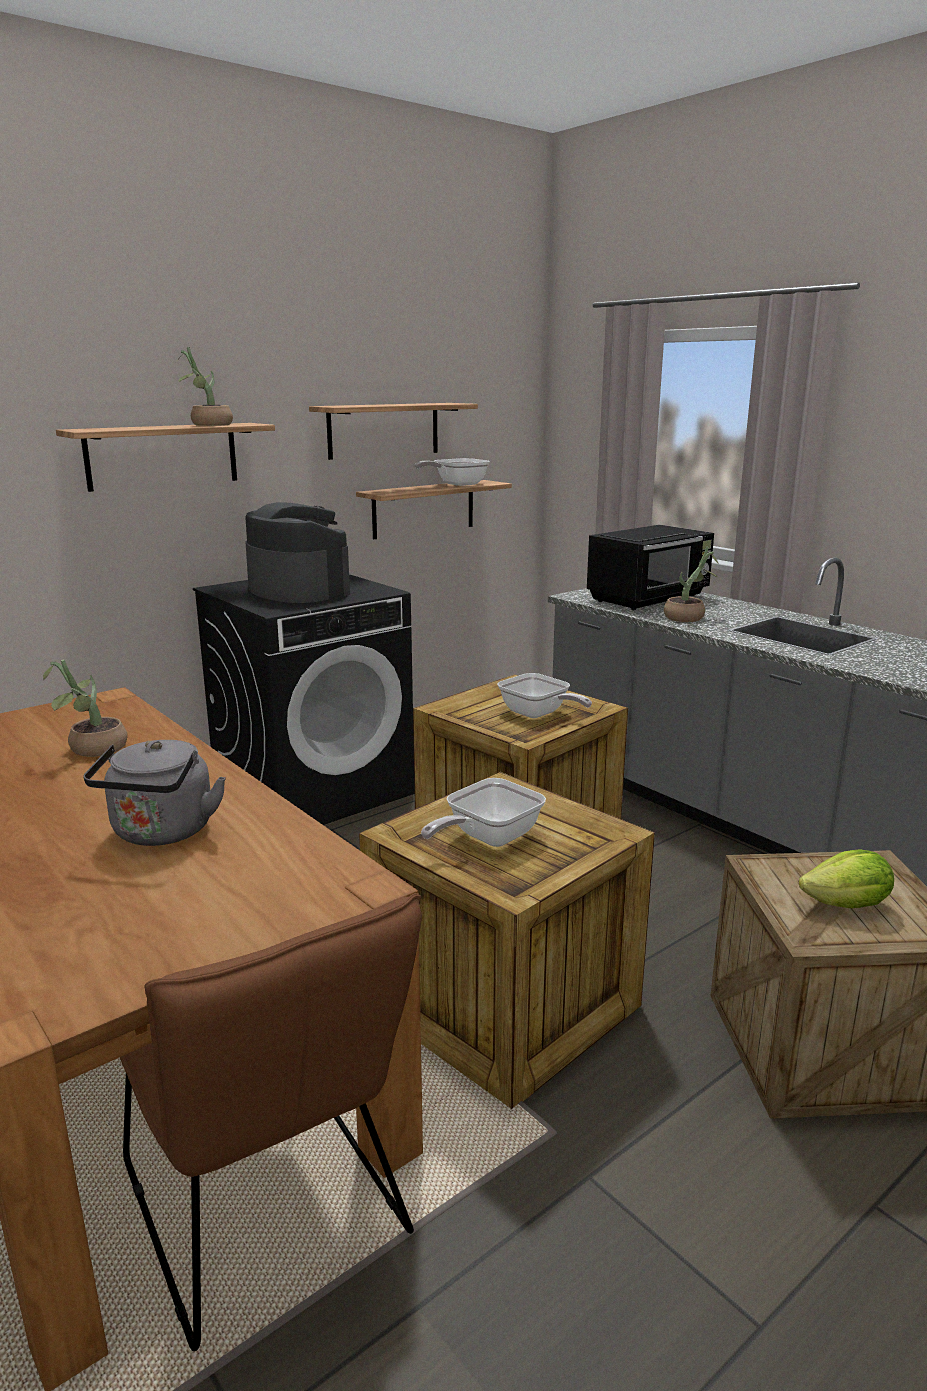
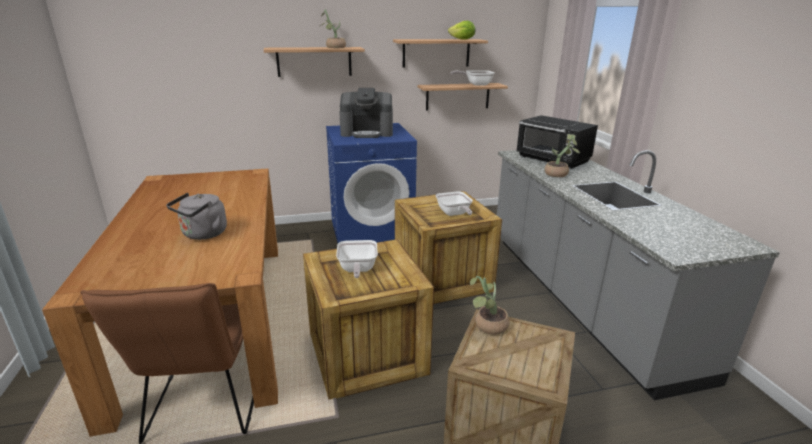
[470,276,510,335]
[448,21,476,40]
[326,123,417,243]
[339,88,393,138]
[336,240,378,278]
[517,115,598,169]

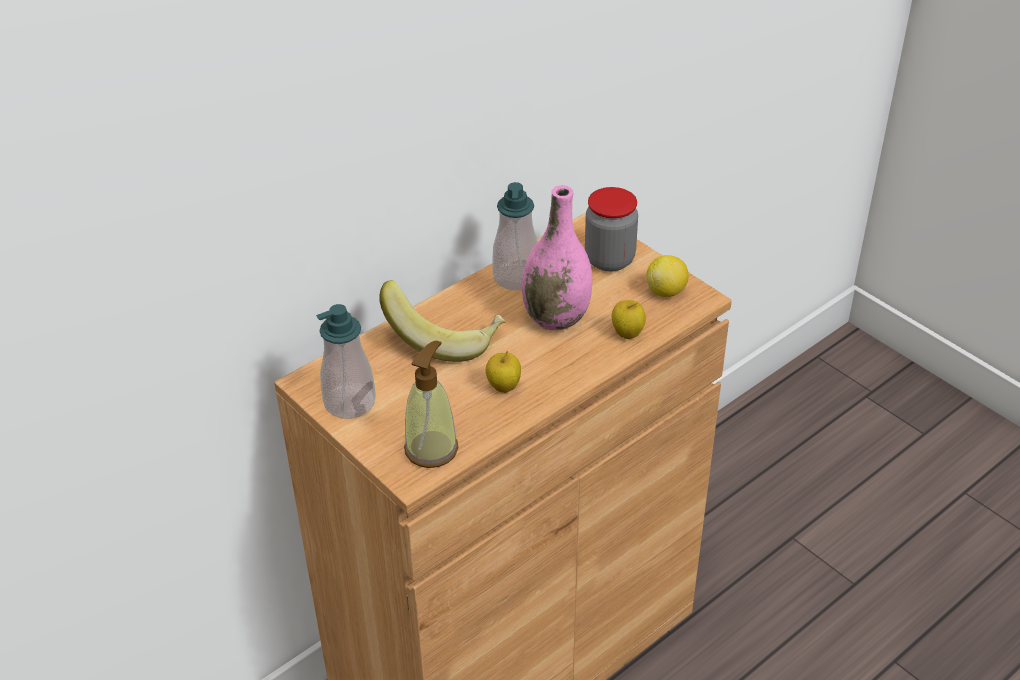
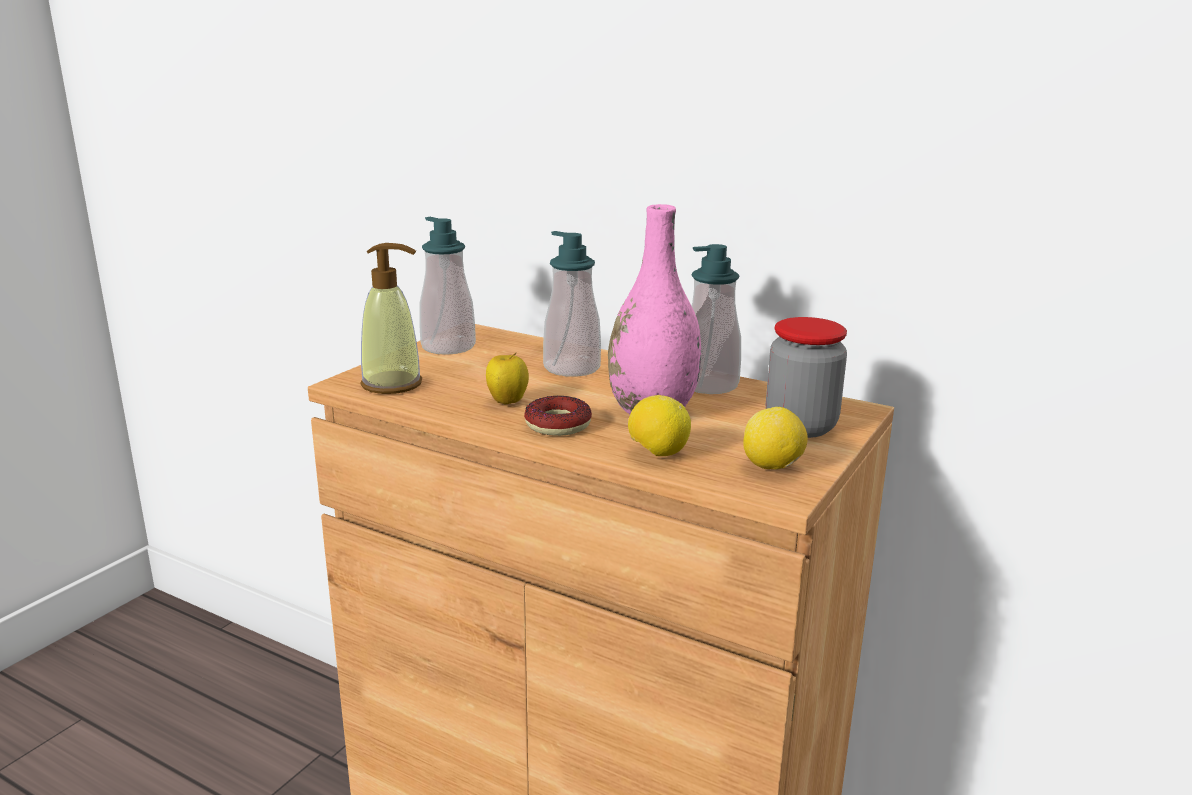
[524,396,592,436]
[543,231,601,377]
[628,395,691,456]

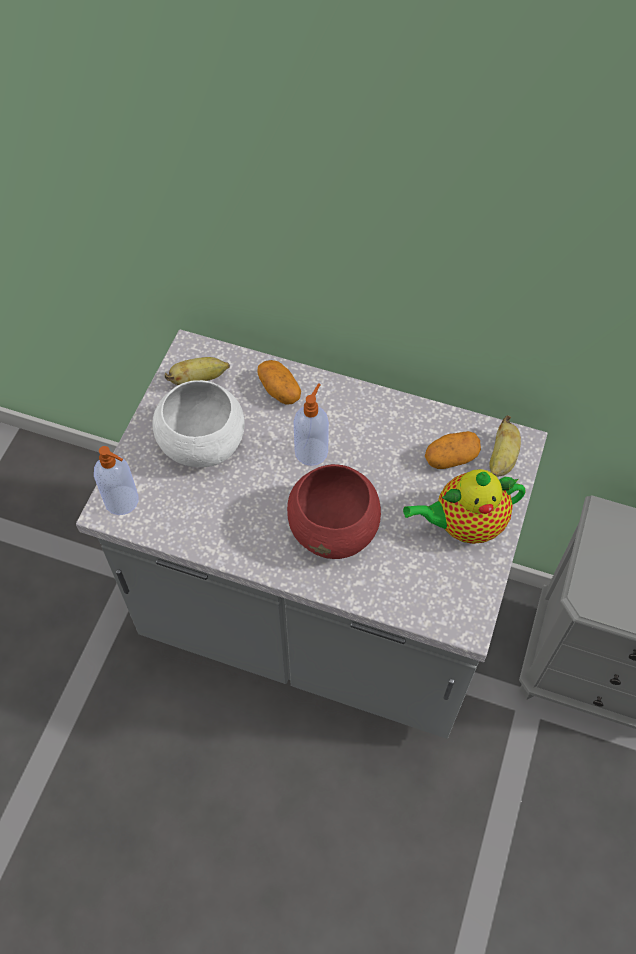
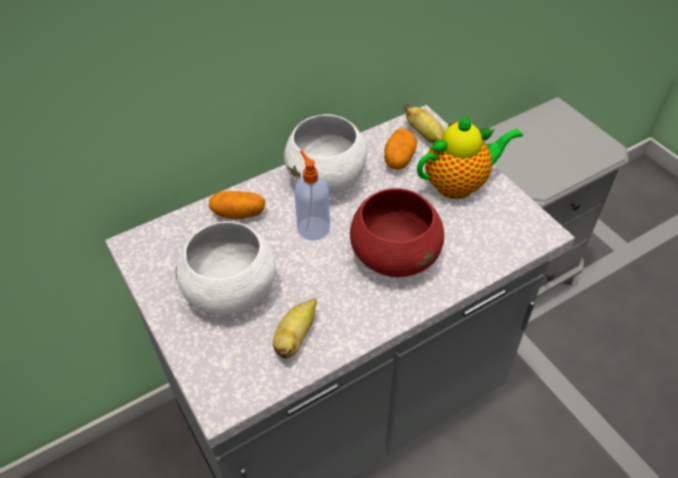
[94,446,139,515] (first image)
[284,114,367,194]
[273,298,317,359]
[417,115,523,199]

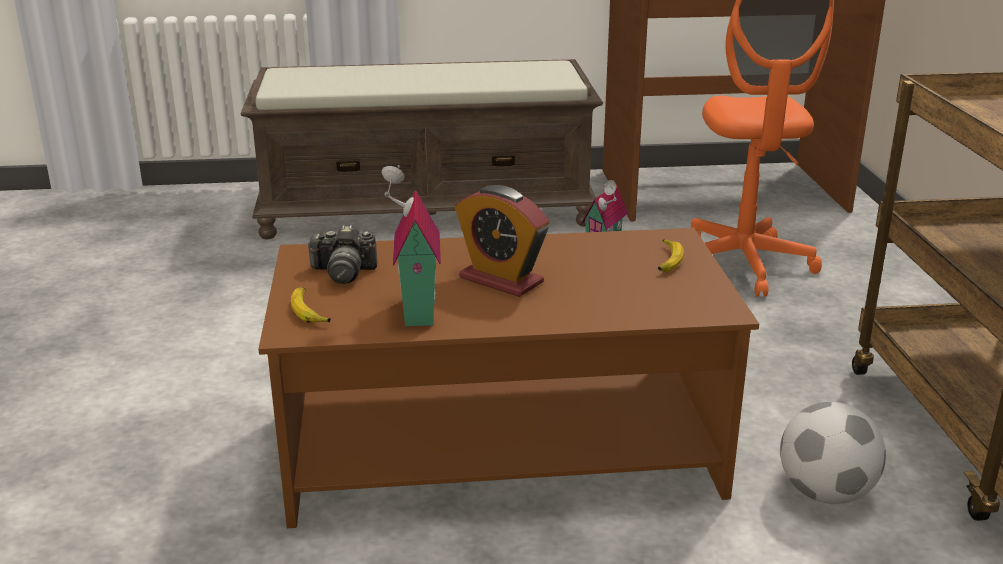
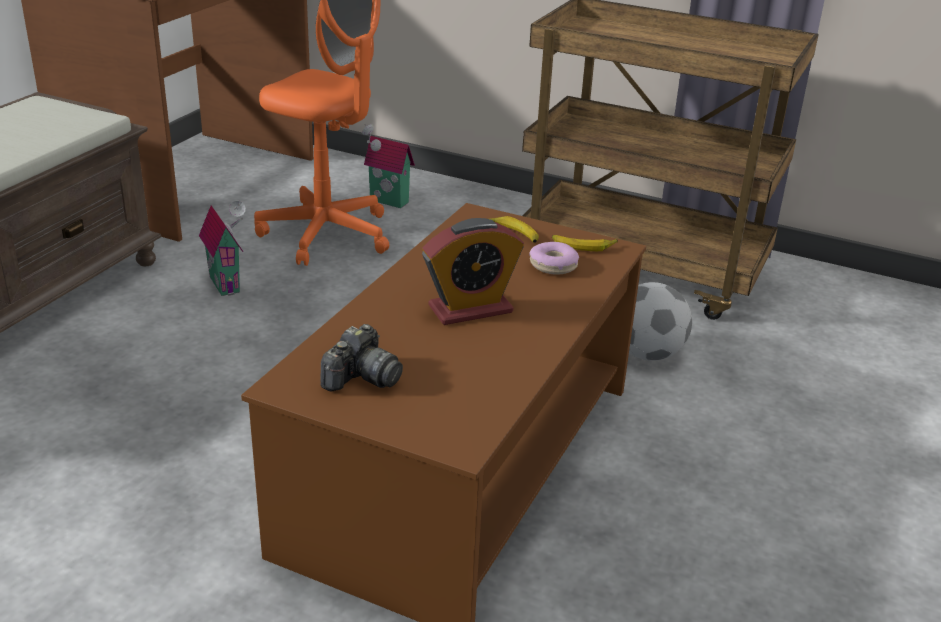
[529,242,579,275]
[552,235,618,251]
[362,124,415,208]

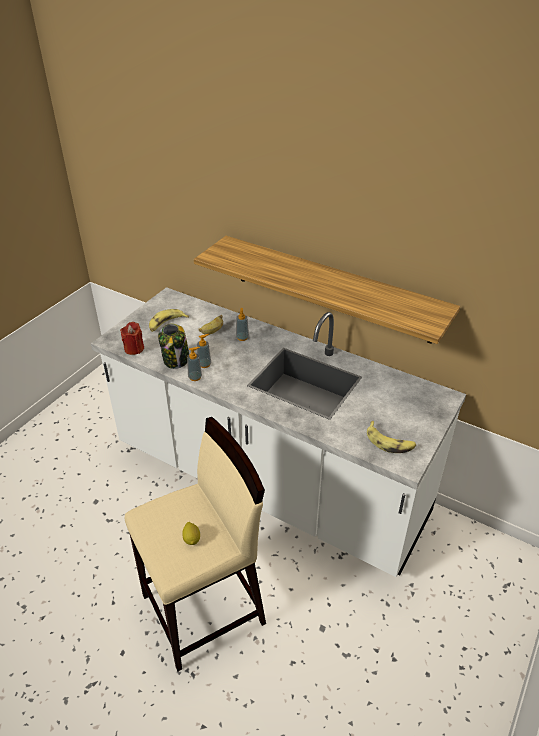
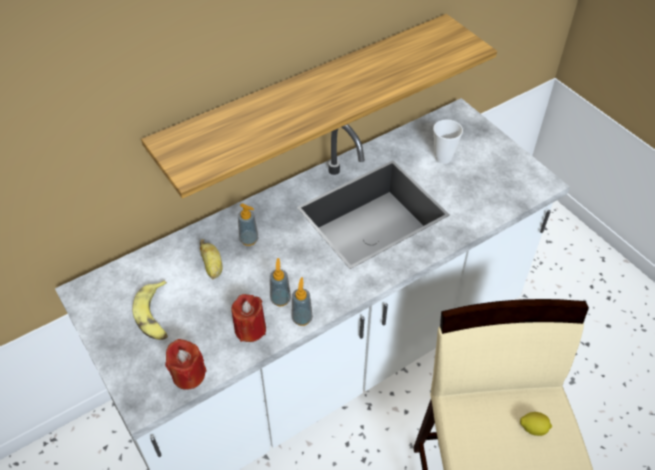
[367,421,416,453] (first image)
[433,120,463,164]
[231,294,266,342]

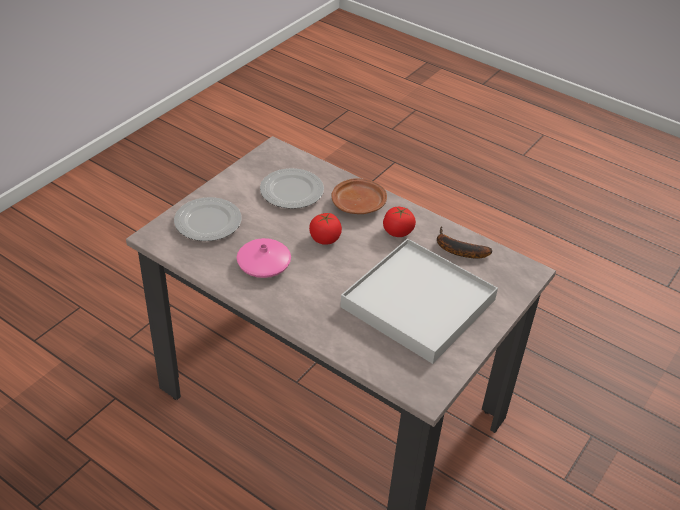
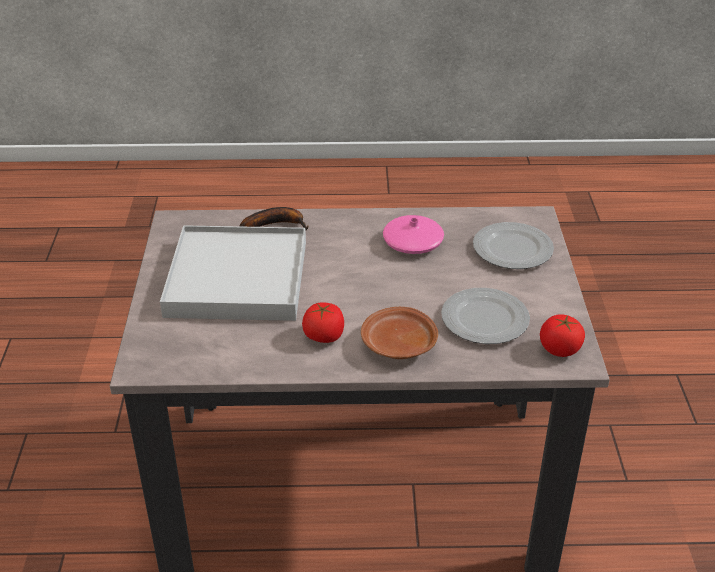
[540,314,585,357]
[240,207,309,230]

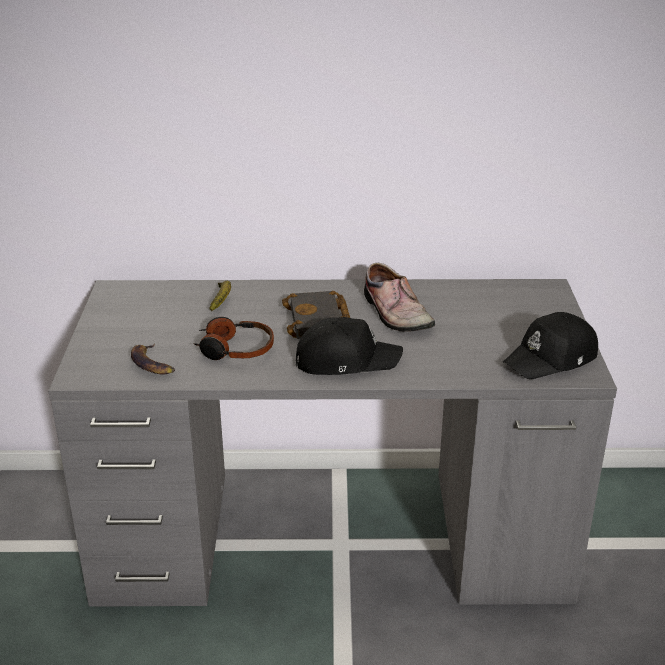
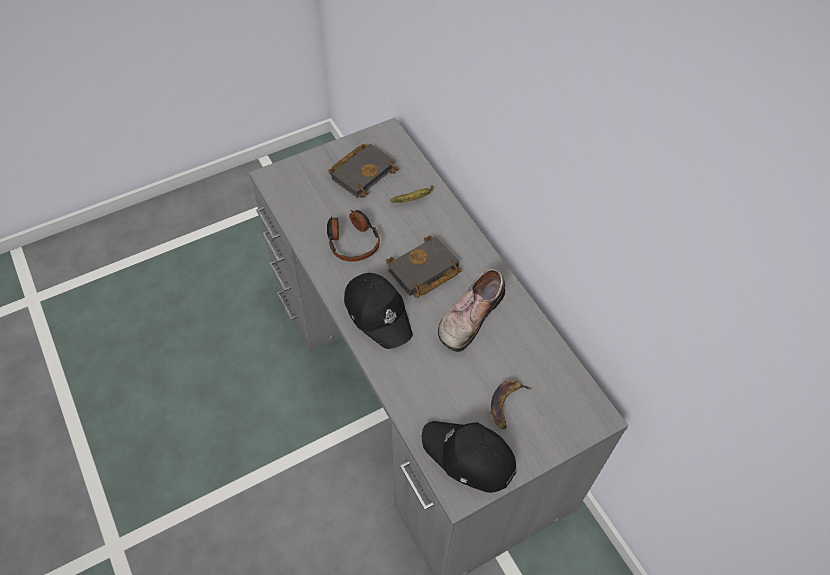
[328,144,398,198]
[491,379,532,429]

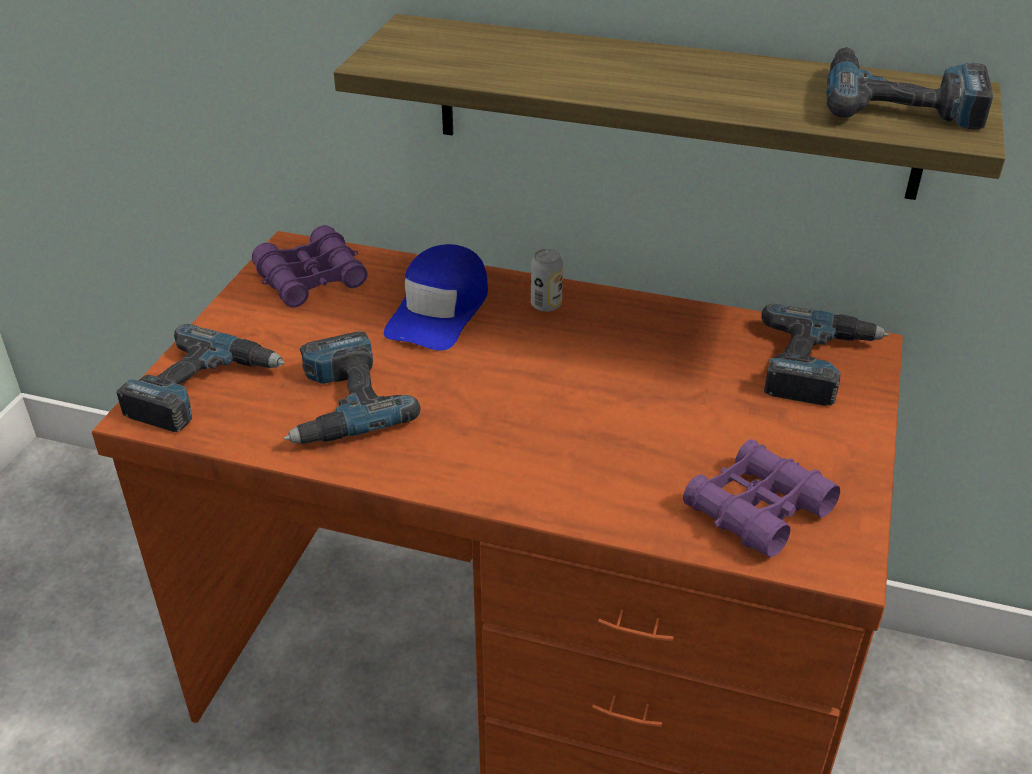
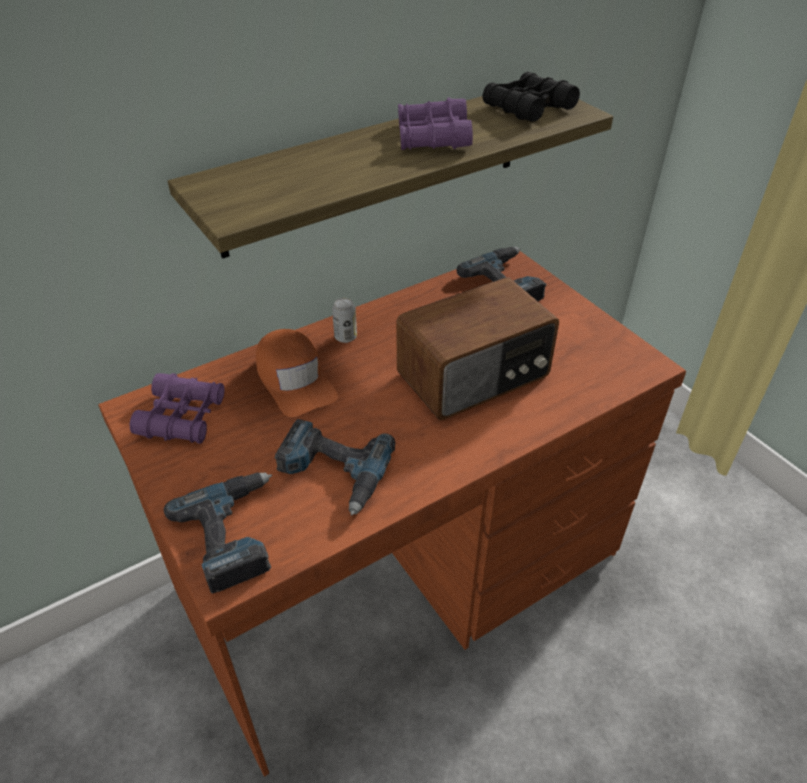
[396,277,559,420]
[398,97,473,150]
[483,72,580,122]
[256,329,338,417]

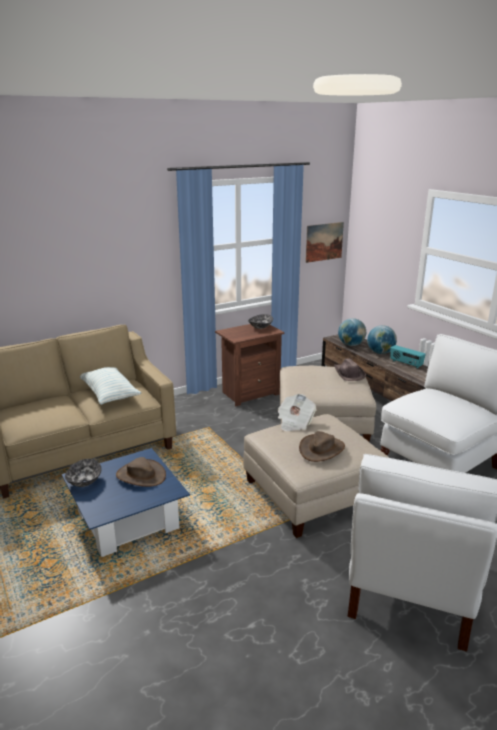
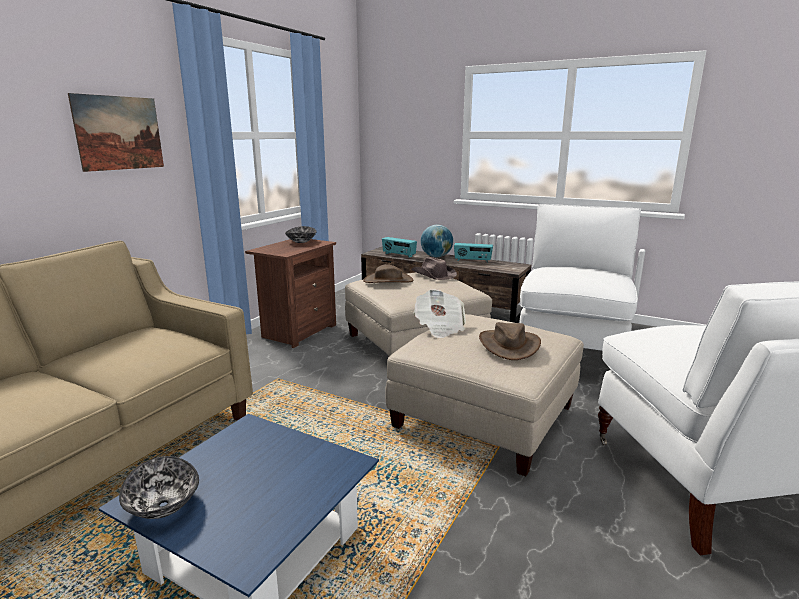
[80,367,141,405] (first image)
[363,264,413,283]
[68,93,164,172]
[382,237,417,258]

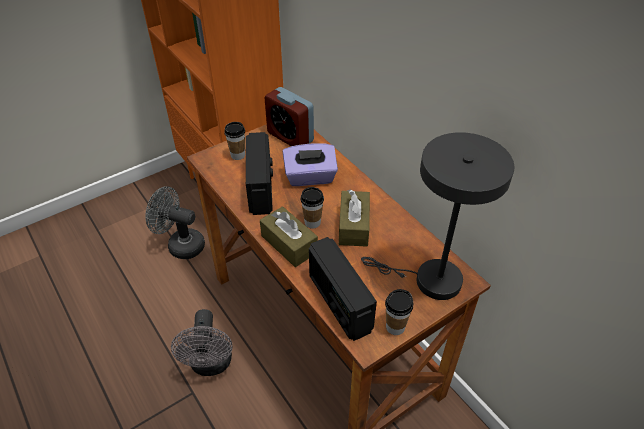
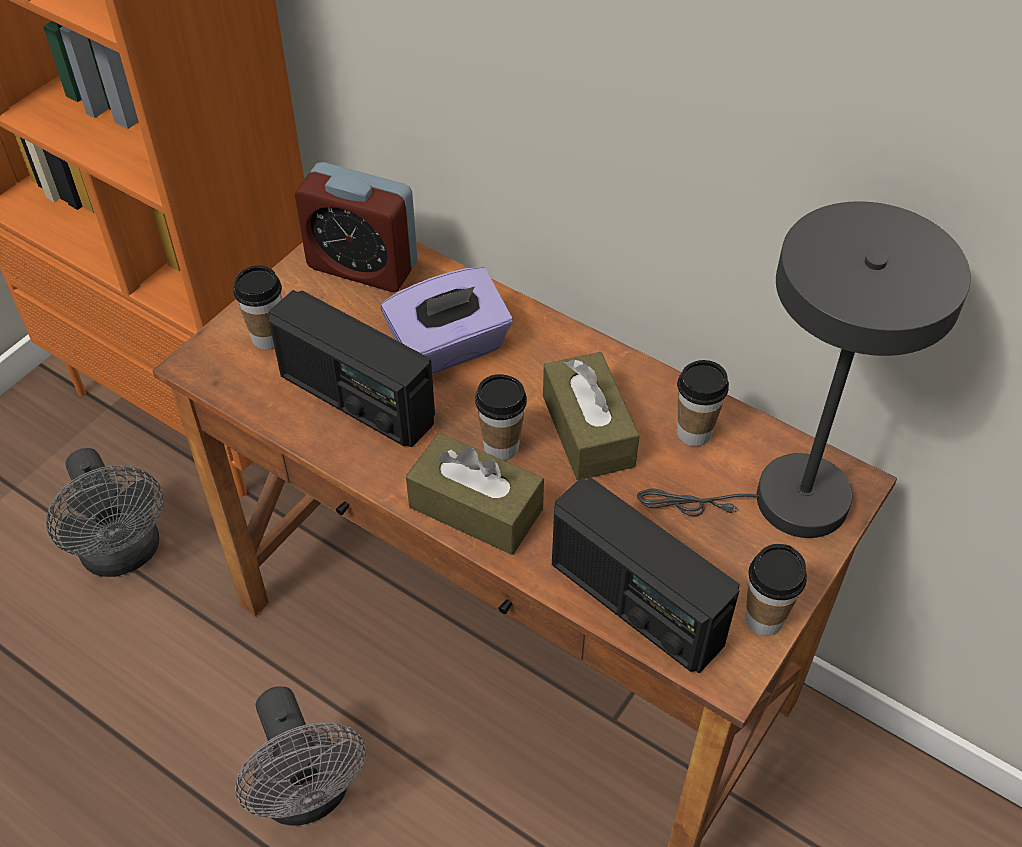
[677,360,729,446]
[46,448,163,577]
[269,290,435,447]

